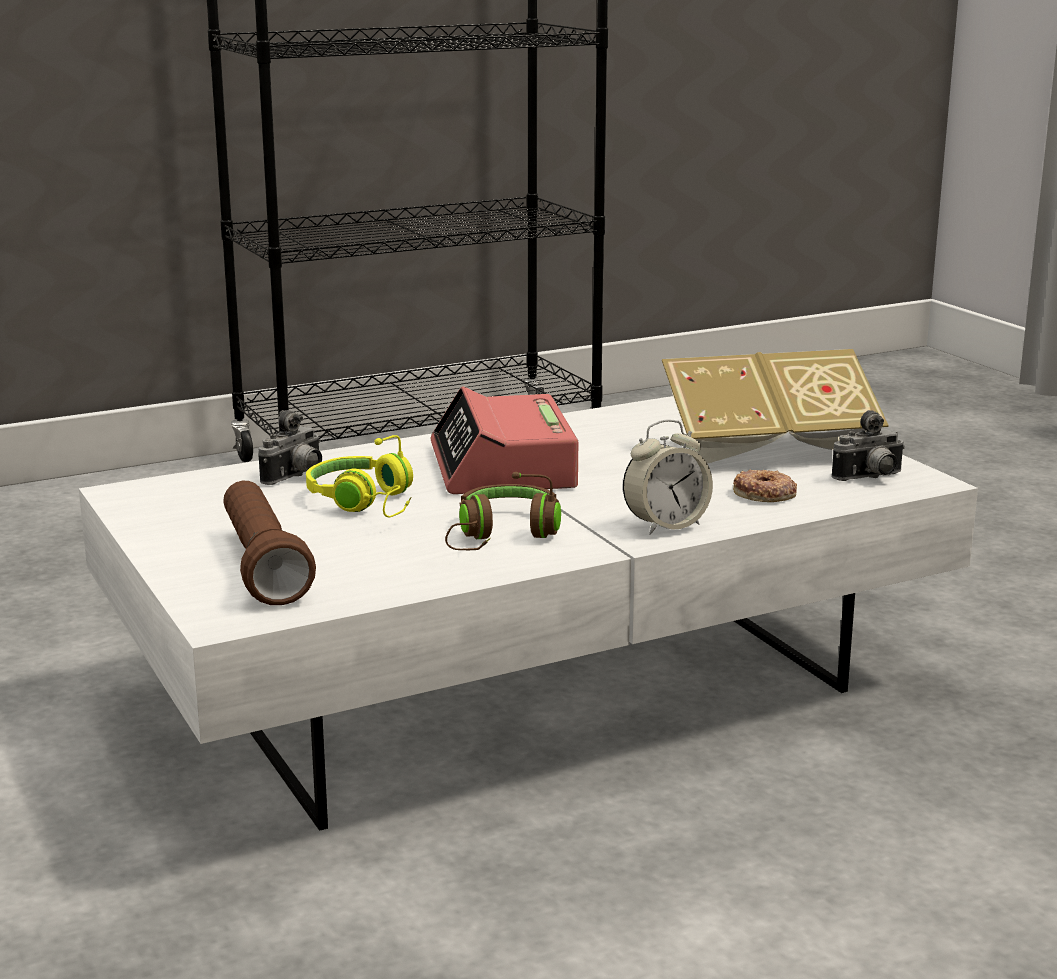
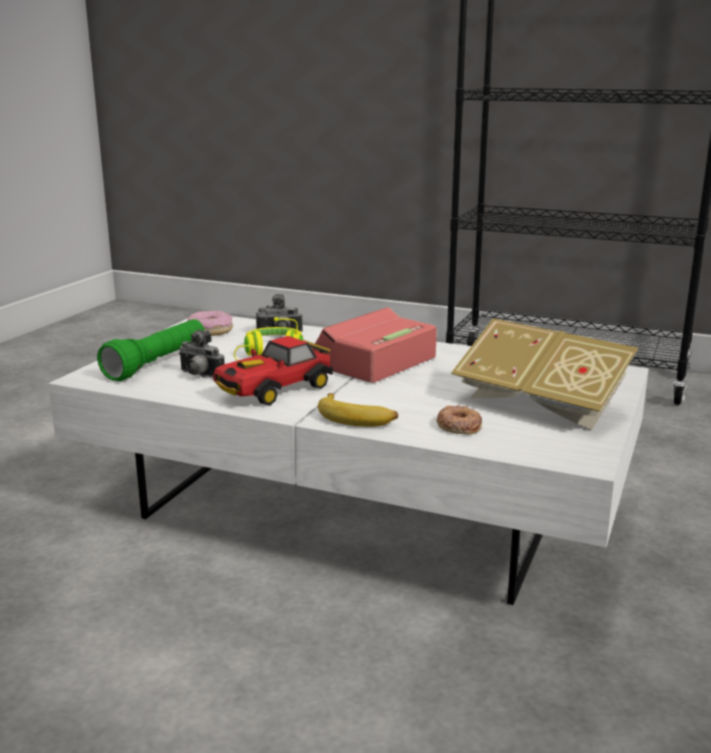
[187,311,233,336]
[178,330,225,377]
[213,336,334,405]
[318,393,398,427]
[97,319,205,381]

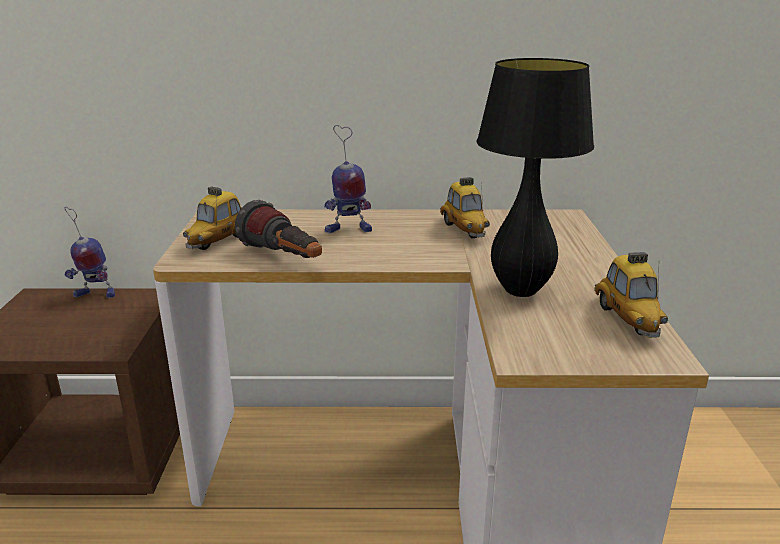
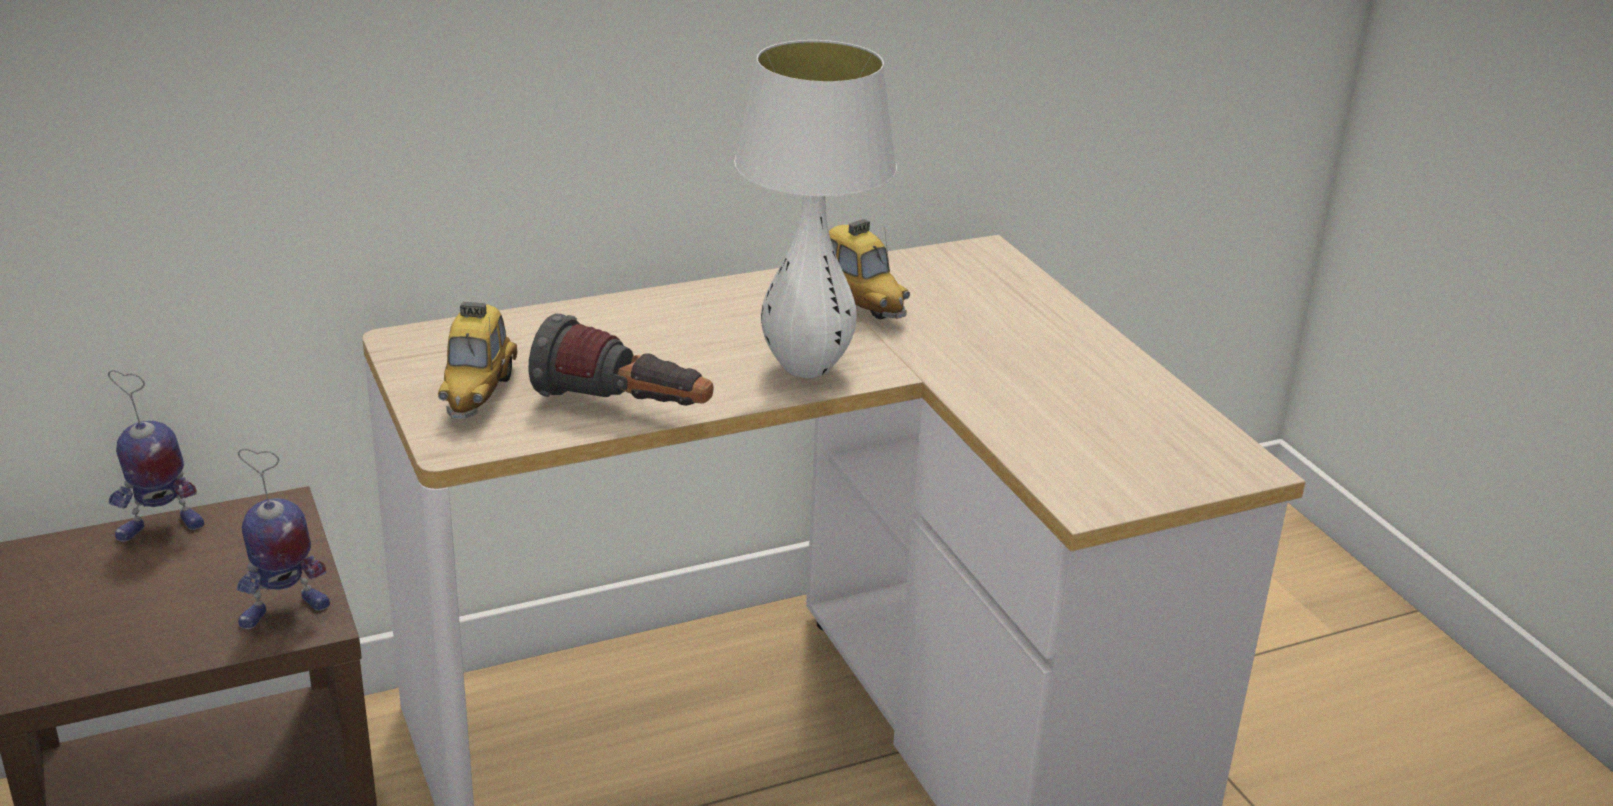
[476,58,594,297] (first image)
[594,252,668,338] (first image)
[734,40,897,378]
[237,448,330,629]

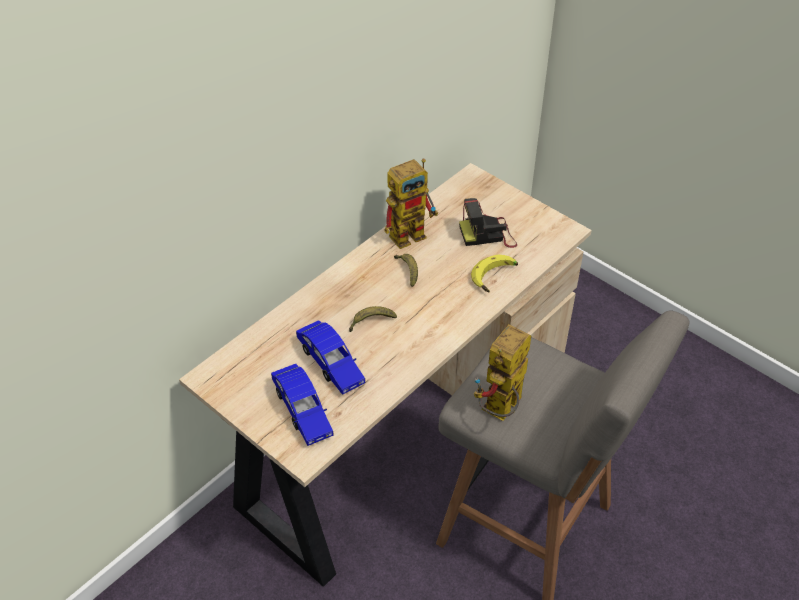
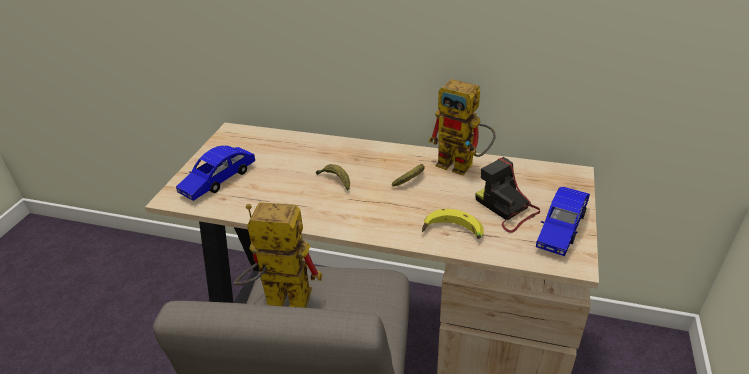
[536,187,590,256]

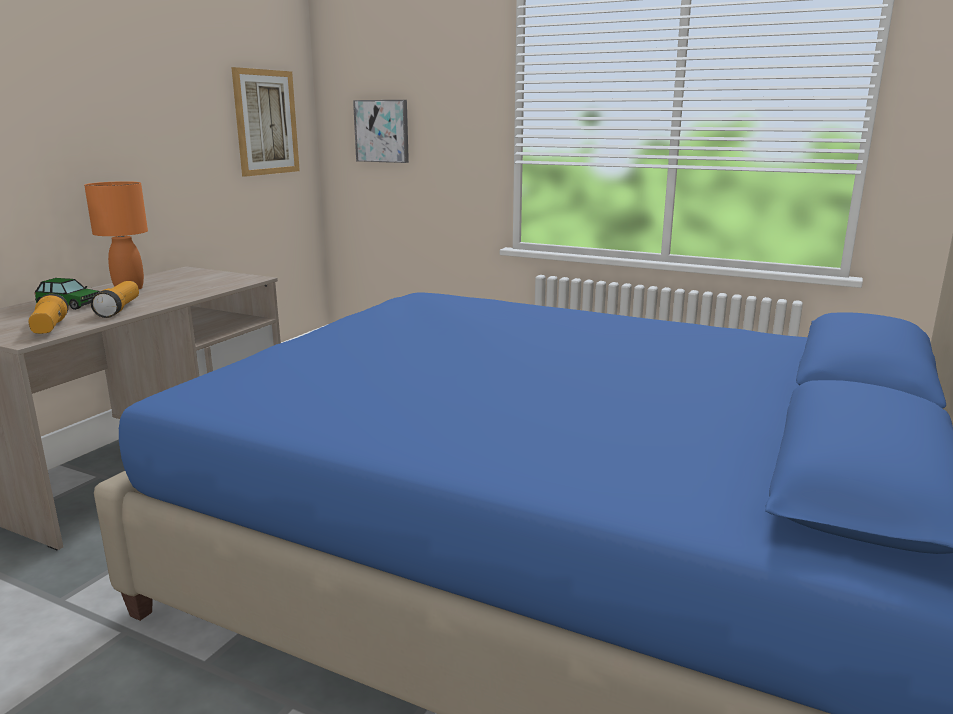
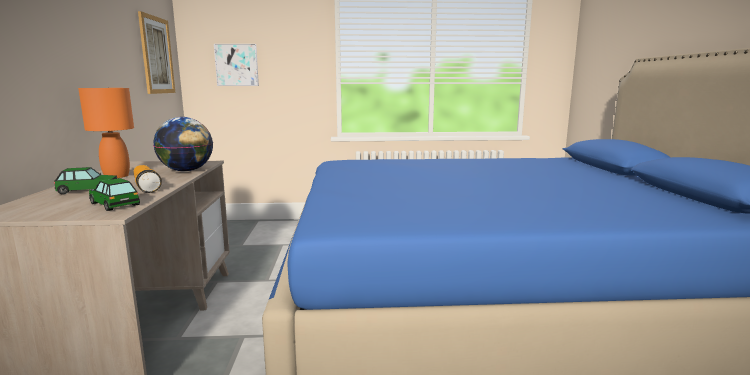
[153,117,213,172]
[89,178,140,211]

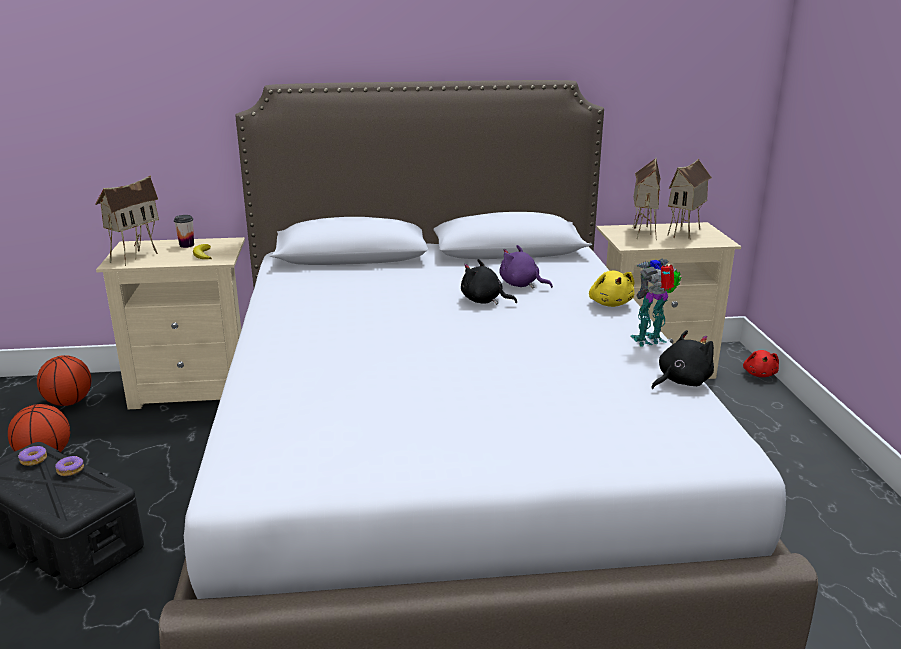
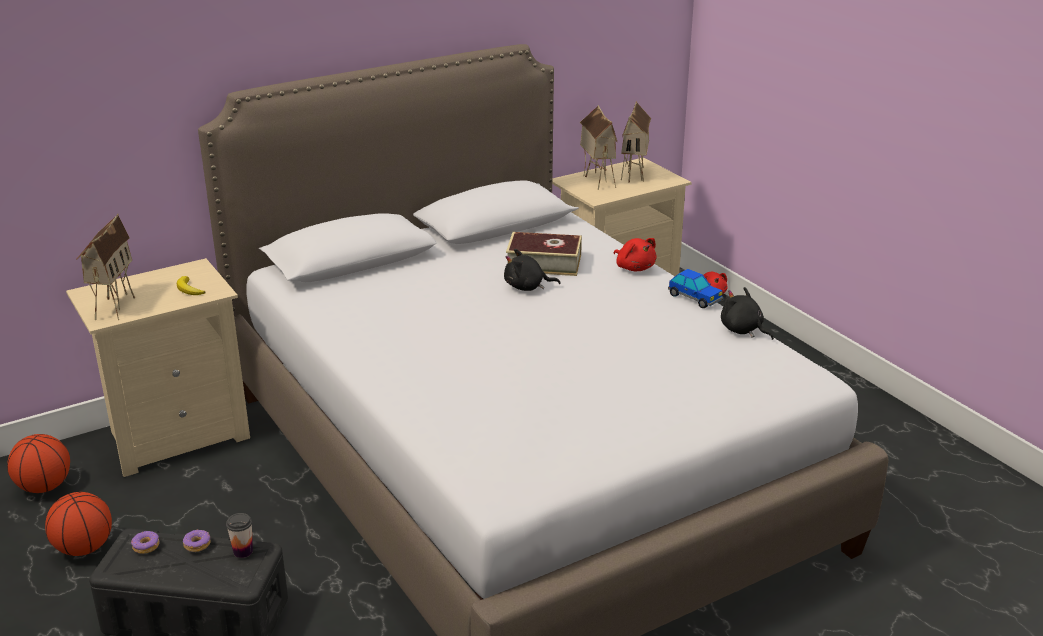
[226,513,253,558]
[506,232,582,276]
[668,269,723,308]
[614,238,657,271]
[721,287,774,340]

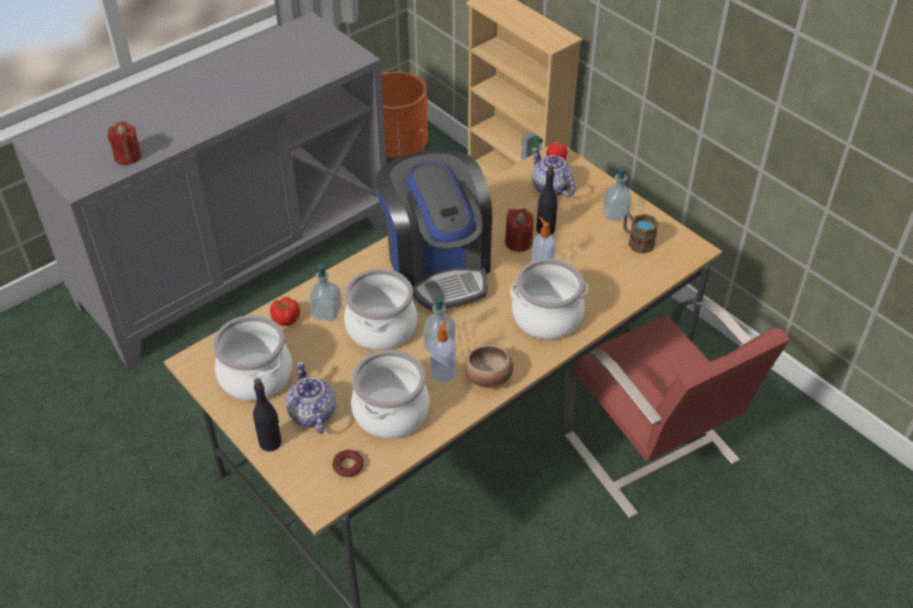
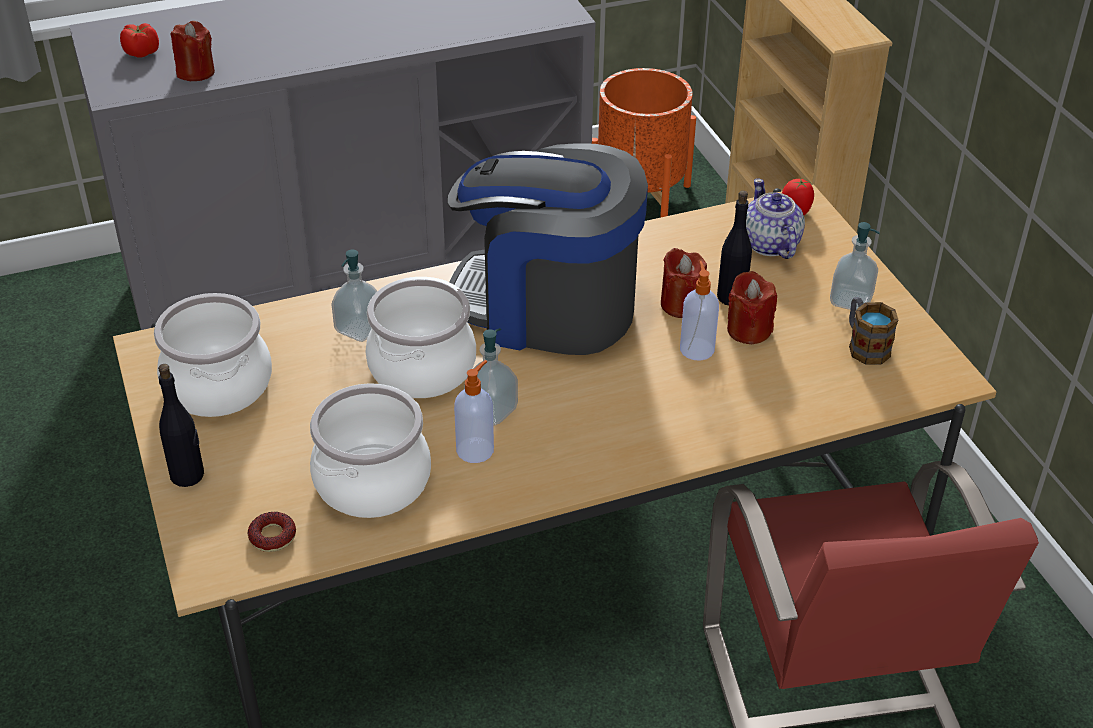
[286,362,336,434] (first image)
[464,343,513,388] (first image)
[510,258,588,339] (first image)
[727,271,777,344]
[120,23,159,58]
[448,144,648,355]

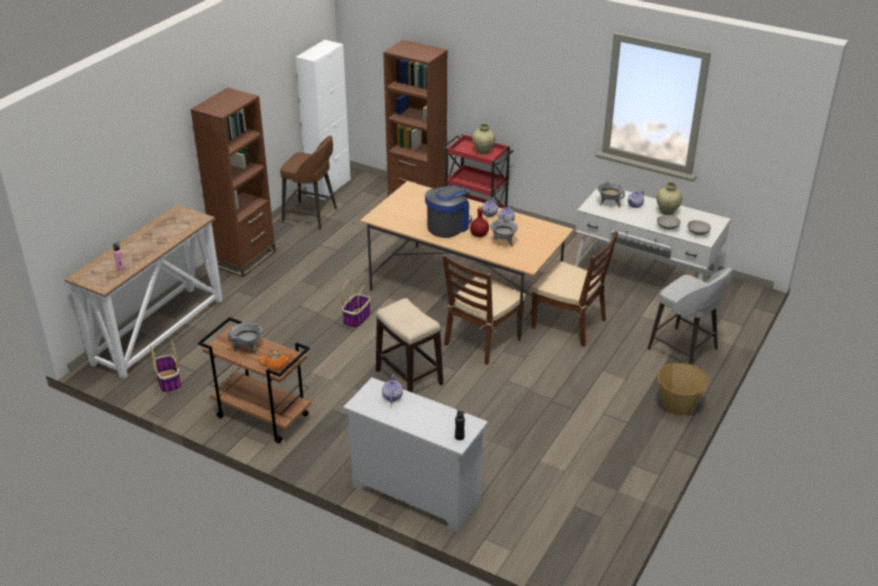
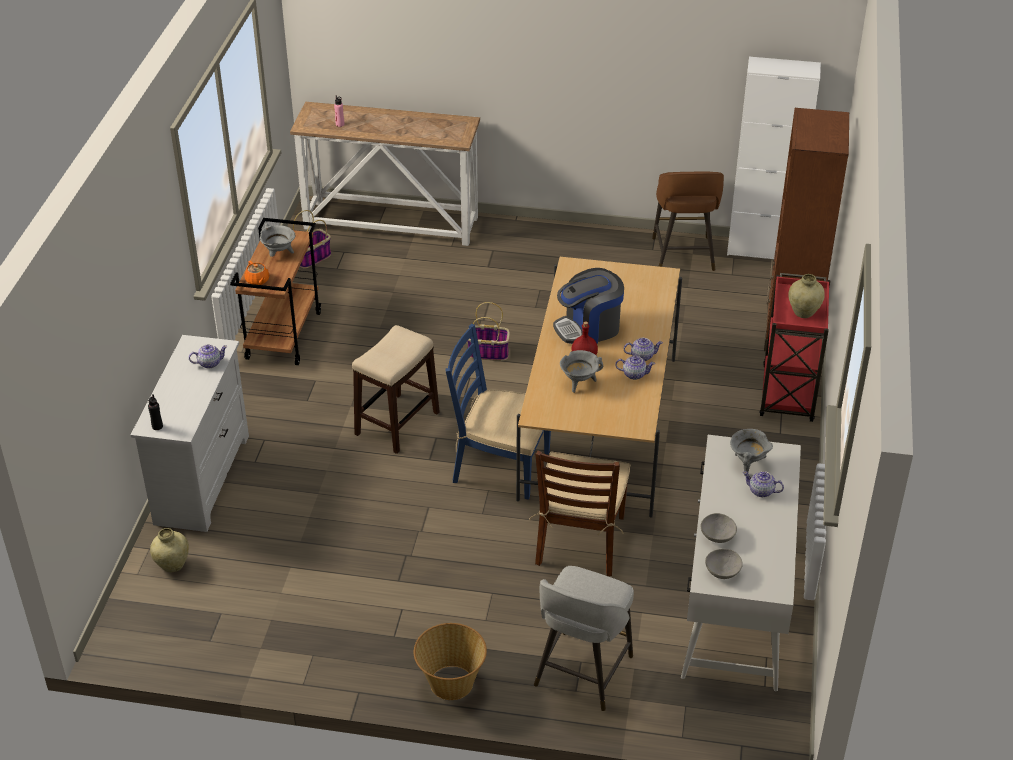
[190,88,276,277] (first image)
[150,528,189,572]
[446,324,551,500]
[553,268,624,344]

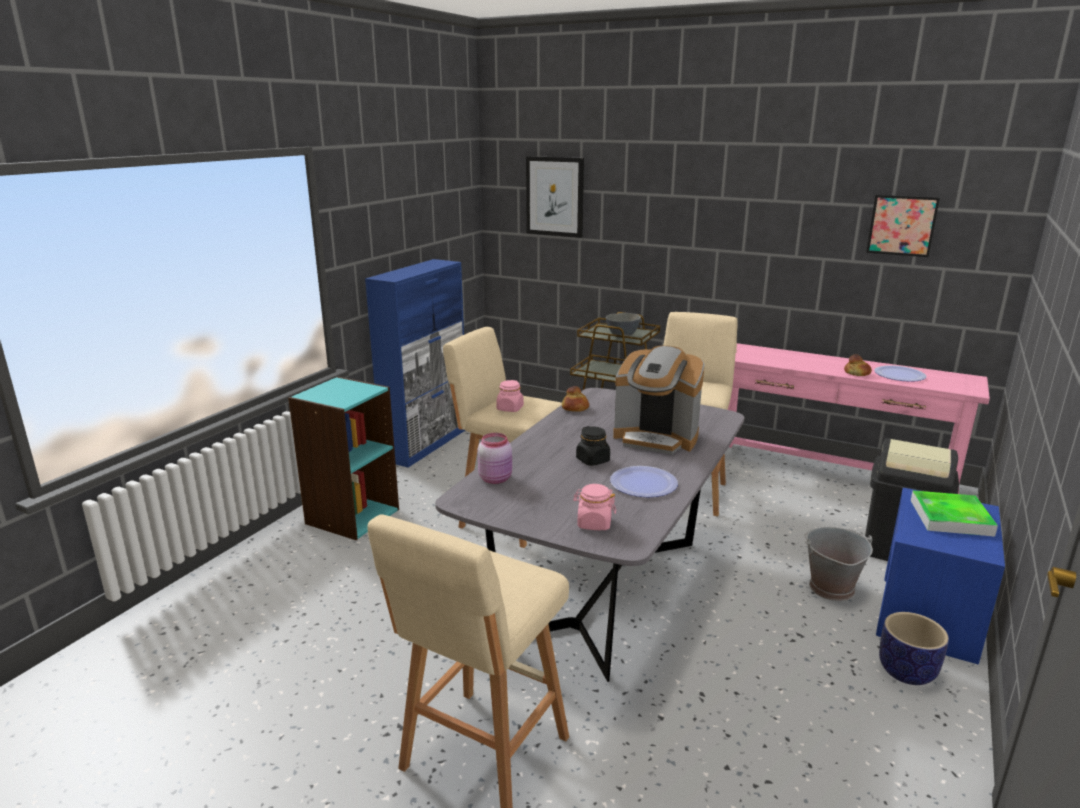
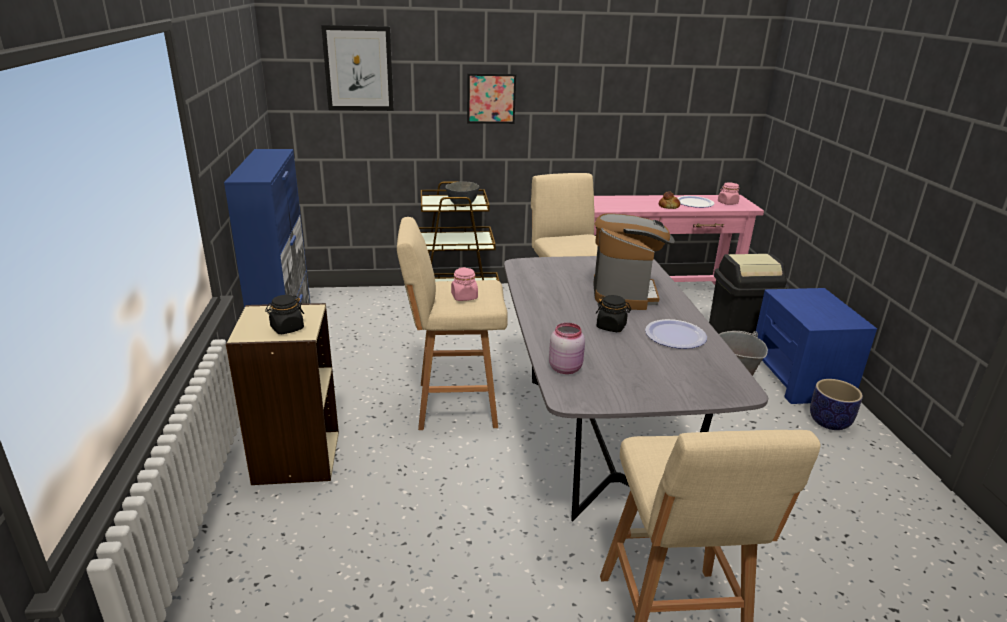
[562,386,589,412] (first image)
[911,491,998,537] (first image)
[265,295,304,334]
[718,182,740,205]
[467,73,516,124]
[226,303,339,485]
[593,214,675,310]

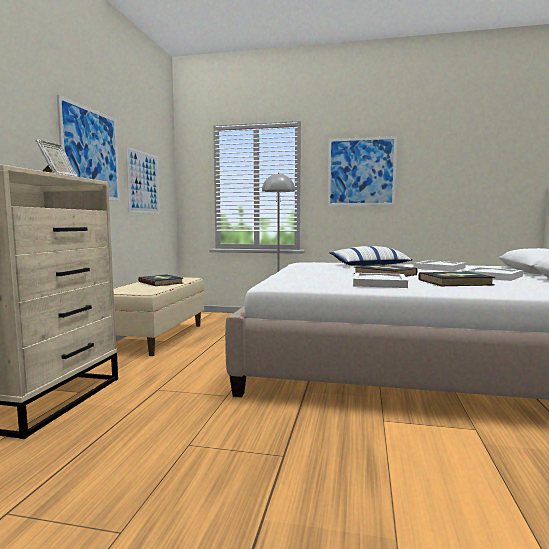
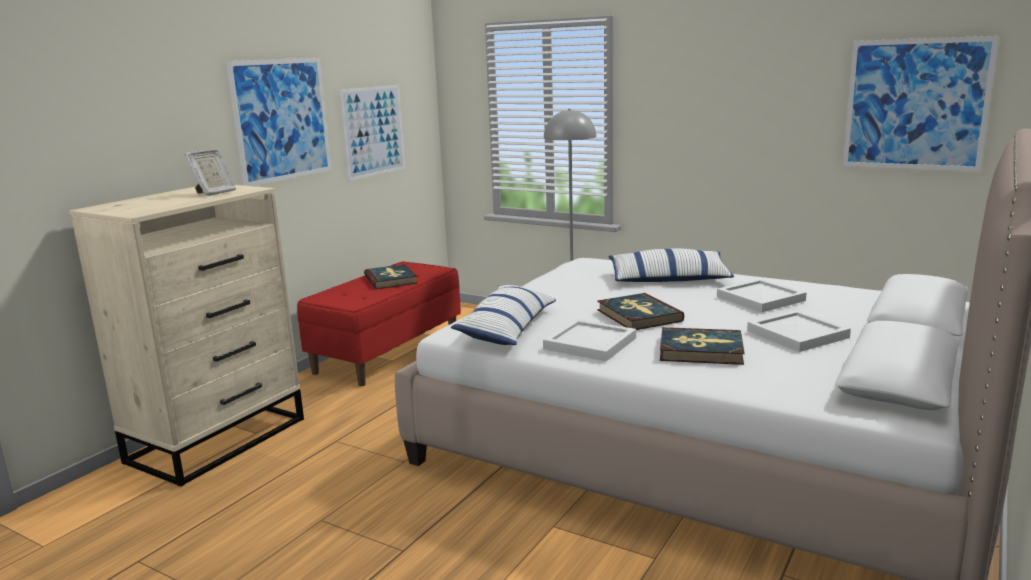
[450,285,556,345]
[842,36,999,172]
[297,261,461,386]

